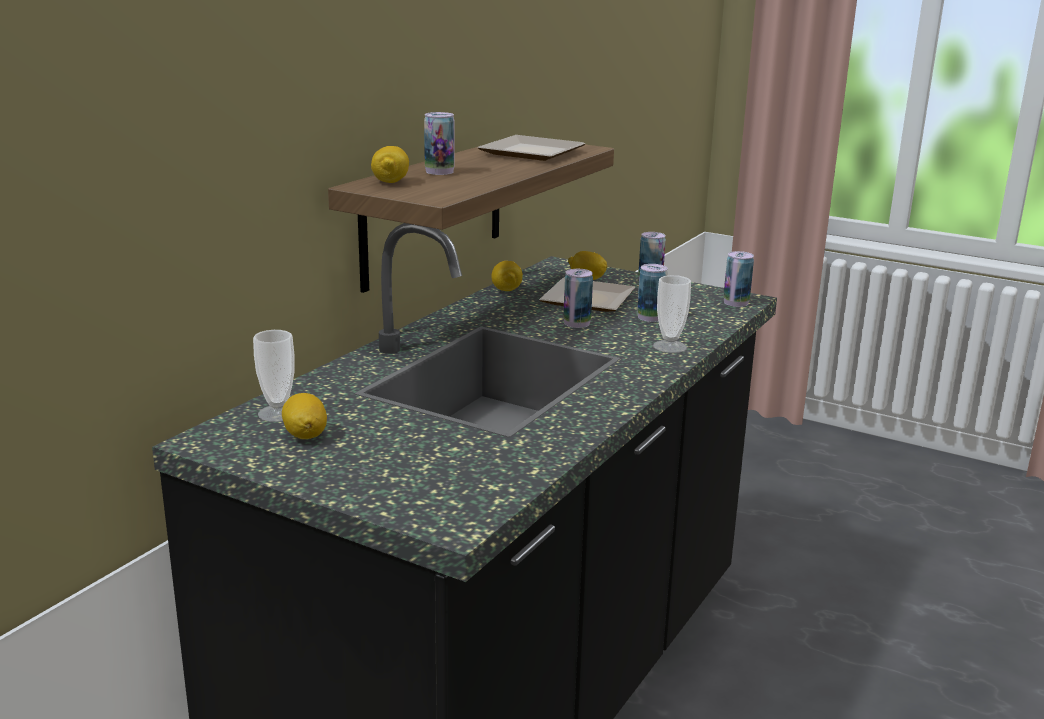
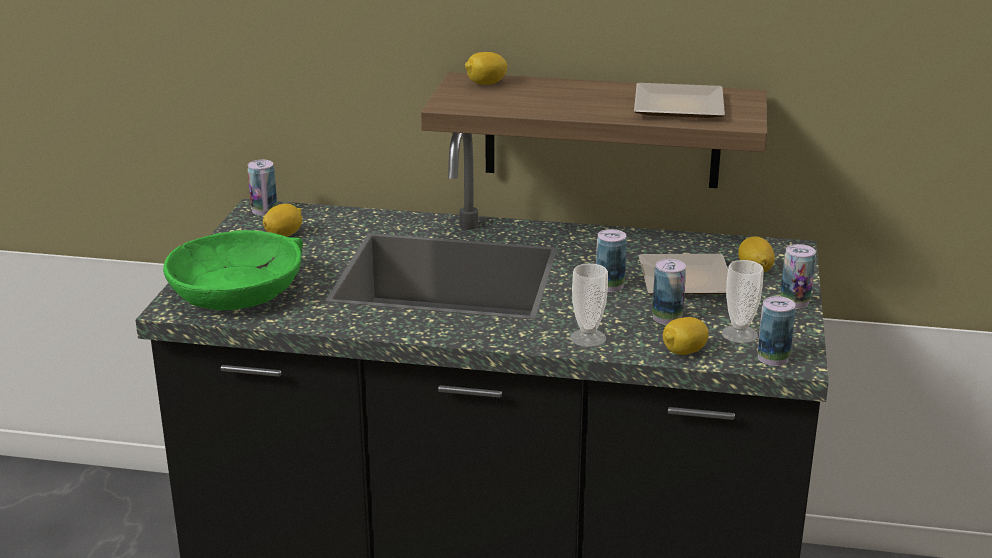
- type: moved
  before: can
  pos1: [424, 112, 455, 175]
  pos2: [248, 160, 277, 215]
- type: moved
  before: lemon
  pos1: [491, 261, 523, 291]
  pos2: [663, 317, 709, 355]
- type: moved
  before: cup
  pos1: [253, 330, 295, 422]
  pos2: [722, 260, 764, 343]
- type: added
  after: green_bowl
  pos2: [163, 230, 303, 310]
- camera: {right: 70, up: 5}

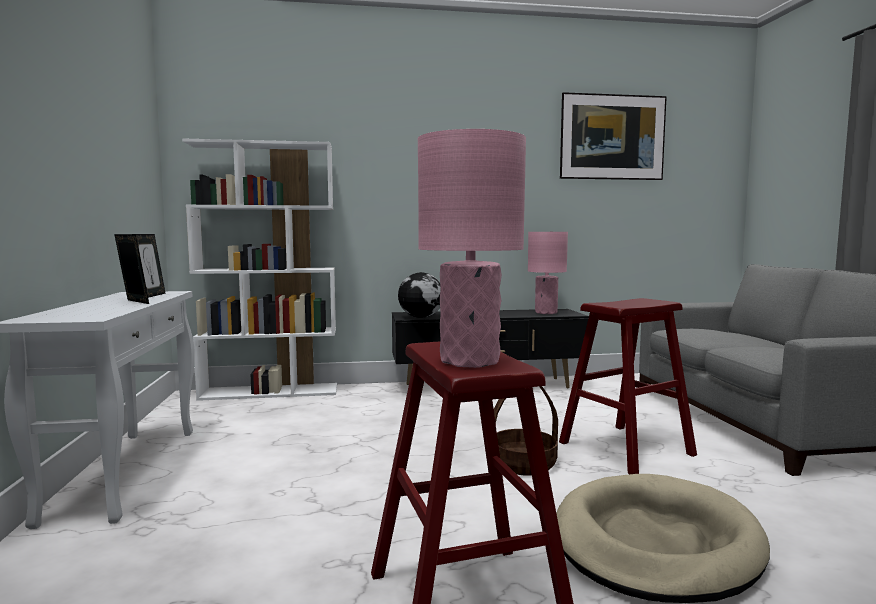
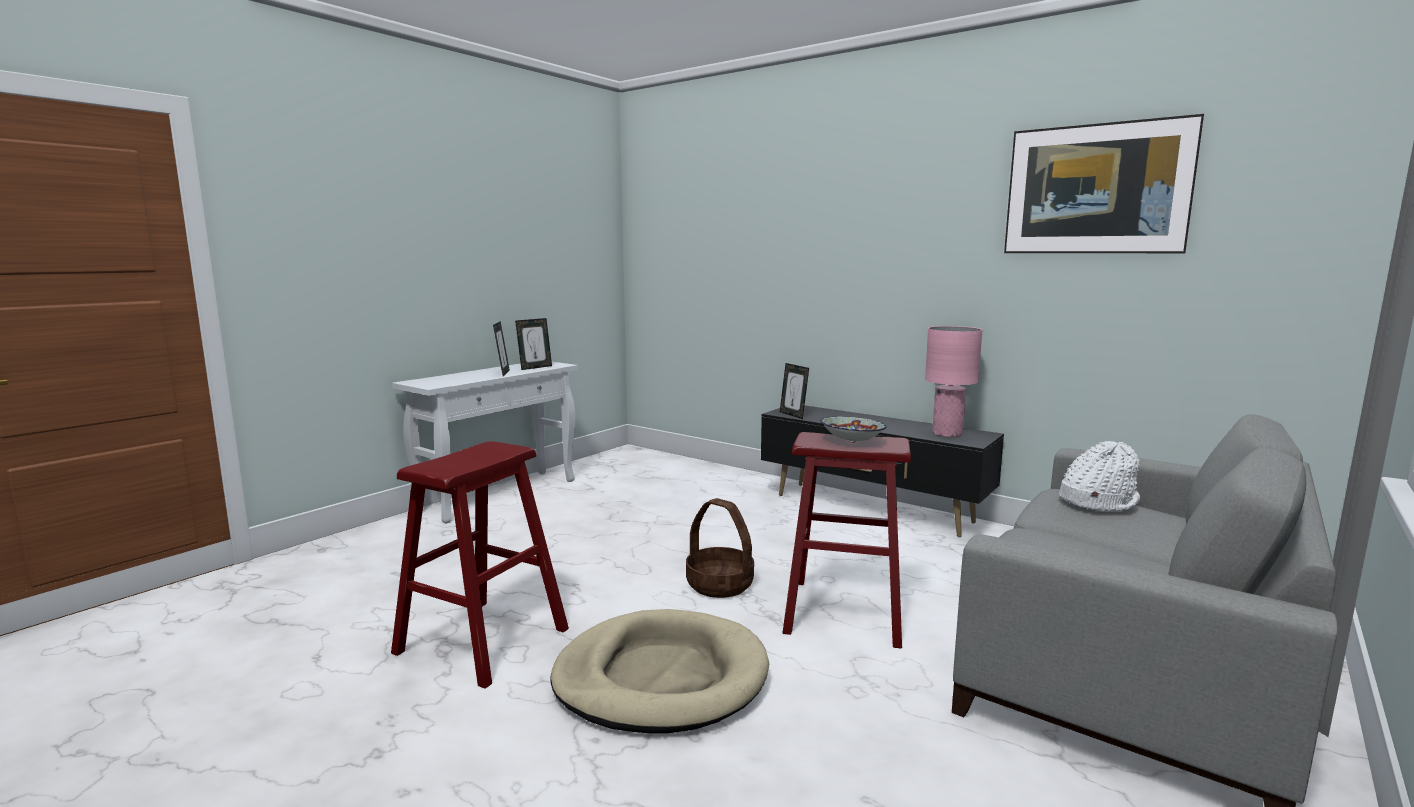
- type: removed
  before: pink_table_lamp
  pos1: [418, 129, 526, 368]
- type: removed
  before: white_bookcase
  pos1: [182, 138, 337, 401]
- type: replaced
  before: globe
  after: picture_frame
  pos1: [398, 272, 441, 318]
  pos2: [780, 363, 809, 419]
- type: added
  after: bowl
  pos2: [820, 416, 887, 443]
- type: added
  after: white_hat
  pos2: [1059, 441, 1140, 512]
- camera: {right: 45, up: 5}

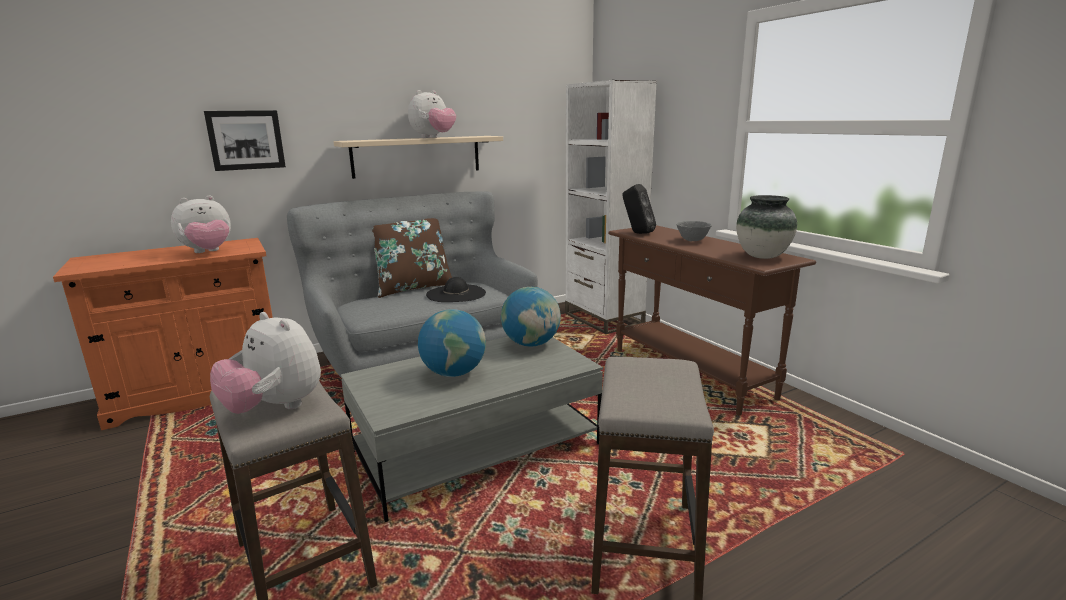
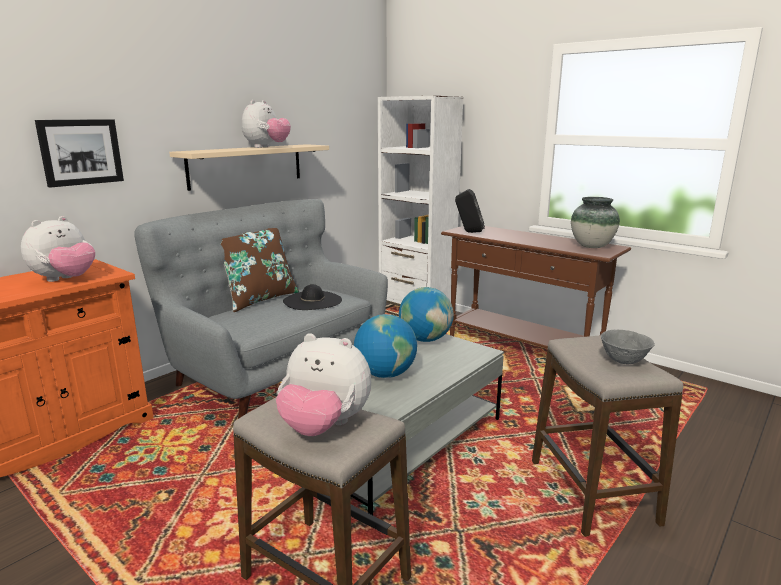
- type: moved
  before: grey_bowl
  pos1: [676, 221, 712, 241]
  pos2: [601, 330, 655, 364]
- camera: {right: -20, up: 0}

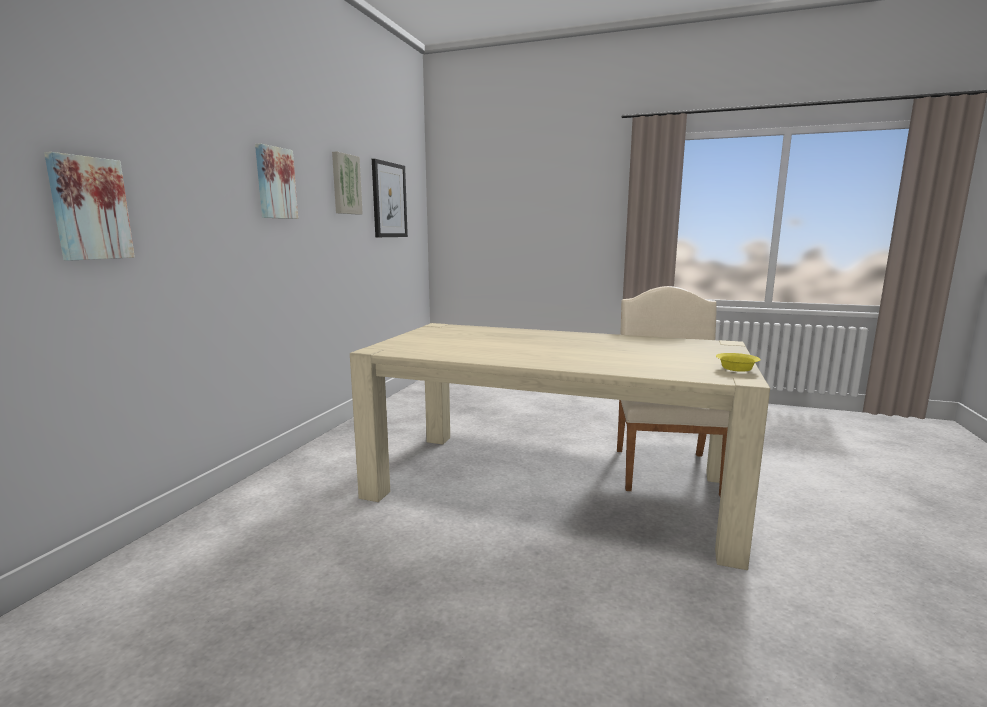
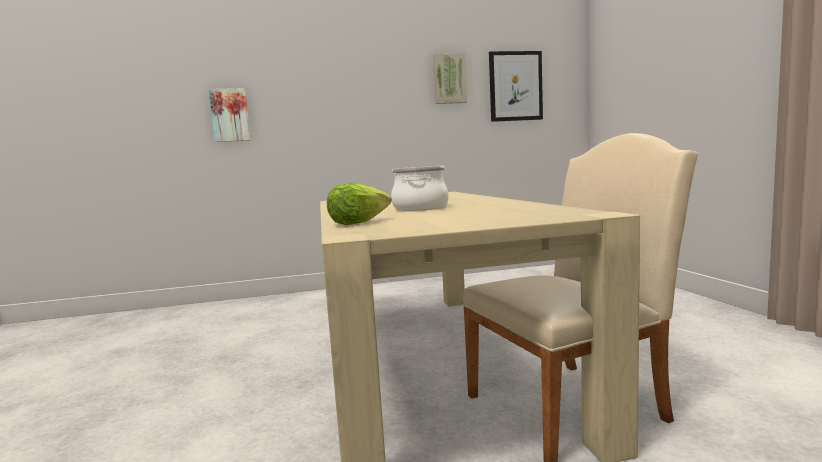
- type: removed
  before: picture
  pos1: [255, 143, 298, 219]
- type: removed
  before: yellow_bowl
  pos1: [716, 353, 761, 372]
- type: added
  after: cooking_pot
  pos2: [391, 166, 449, 211]
- type: added
  after: lettuce
  pos2: [327, 183, 392, 225]
- camera: {right: 60, up: -5}

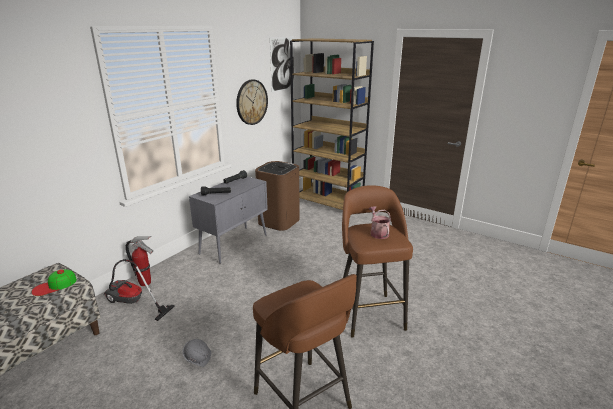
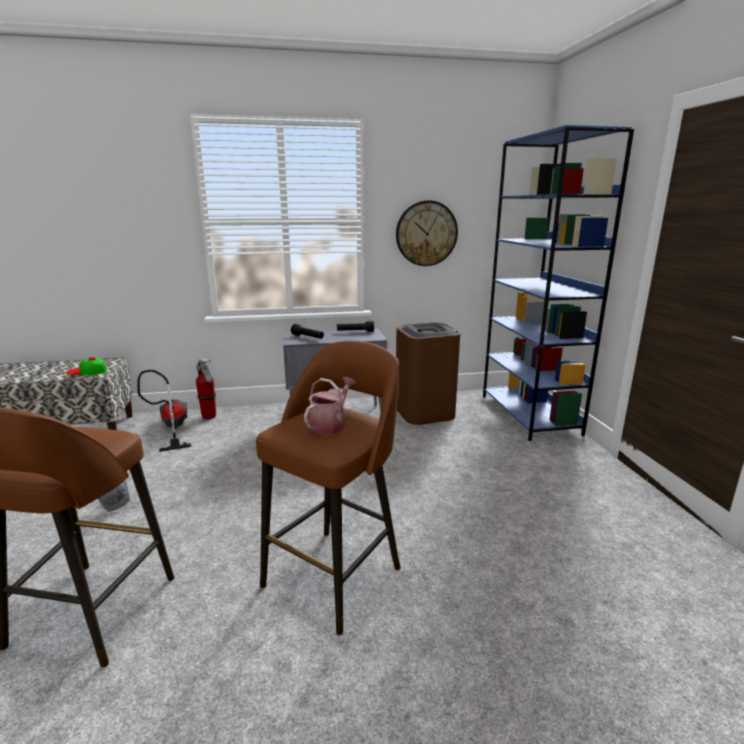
- type: removed
  before: picture
  pos1: [270, 36, 294, 92]
- type: recoloured
  before: brown_bookcase
  after: blue_bookcase
  pos1: [290, 38, 374, 210]
  pos2: [483, 125, 634, 441]
- camera: {right: 45, up: -5}

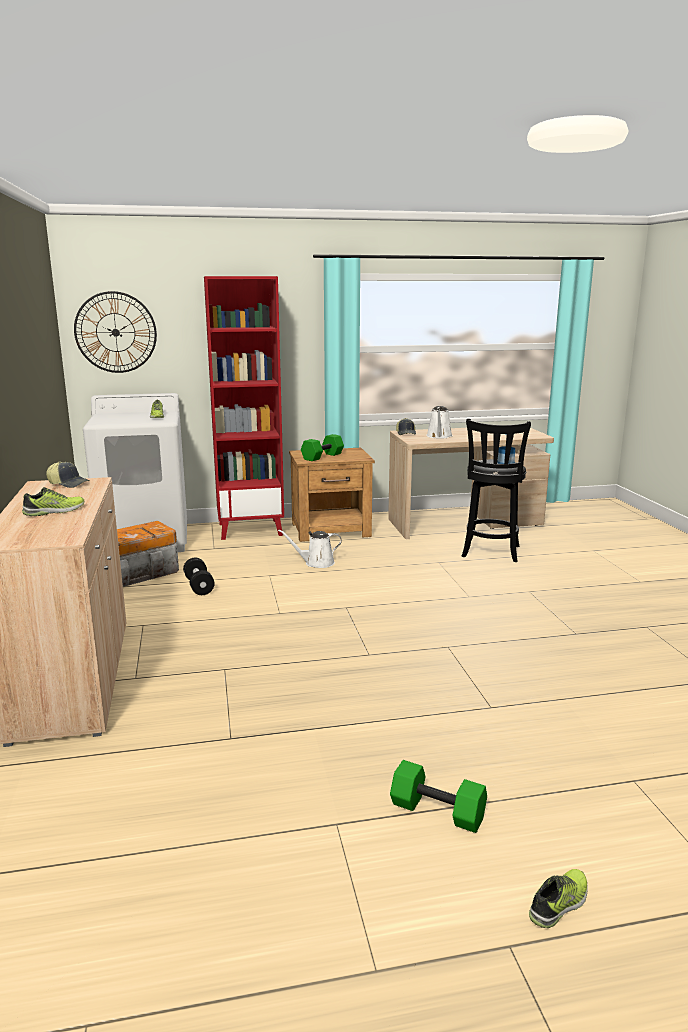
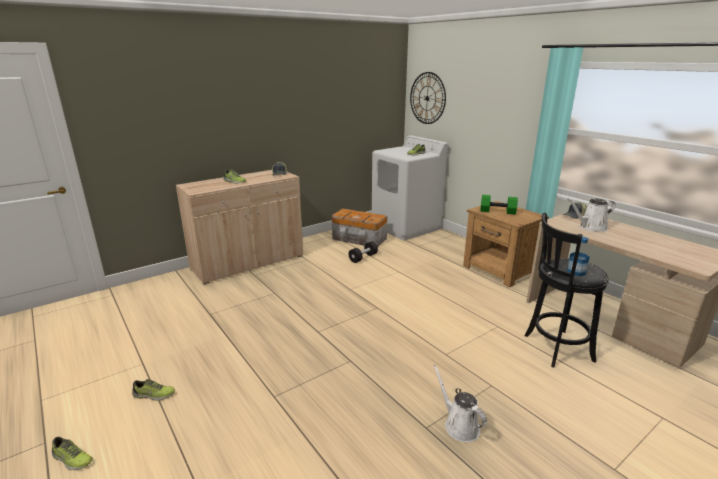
- type: removed
  before: red_bookcase
  pos1: [204, 276, 284, 540]
- type: moved
  before: white_watering_can
  pos1: [278, 529, 342, 568]
  pos2: [433, 364, 487, 442]
- type: replaced
  before: green_dumbbell
  after: shoe
  pos1: [390, 760, 487, 833]
  pos2: [132, 379, 175, 401]
- camera: {right: 65, up: 5}

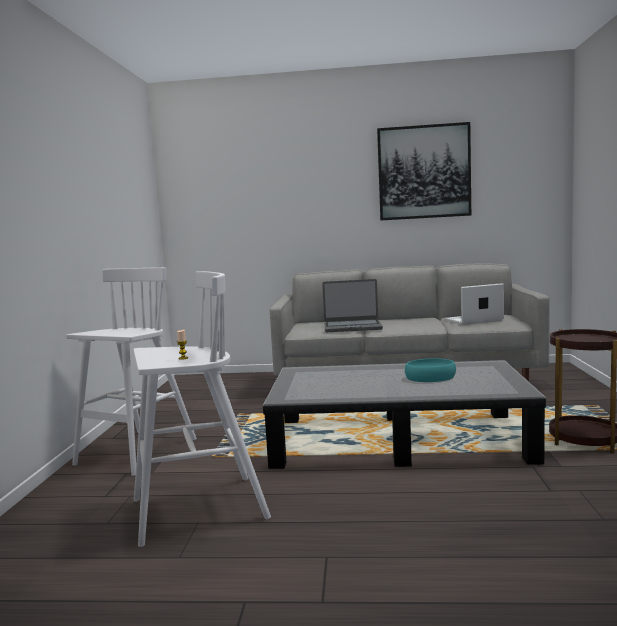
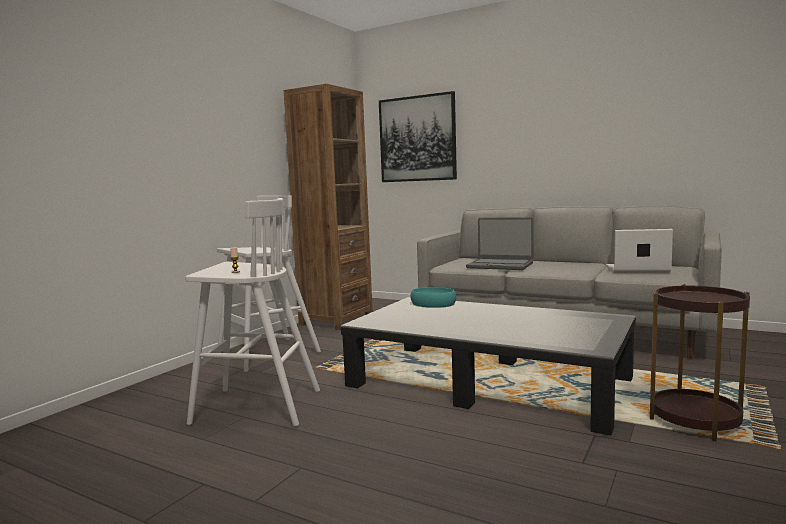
- type: moved
  before: picture
  pos1: [377, 122, 471, 221]
  pos2: [379, 91, 457, 182]
- type: moved
  before: turquoise_bowl
  pos1: [405, 358, 456, 382]
  pos2: [410, 287, 456, 308]
- type: added
  after: brown_bookcase
  pos2: [284, 84, 373, 330]
- camera: {right: 25, up: 0}

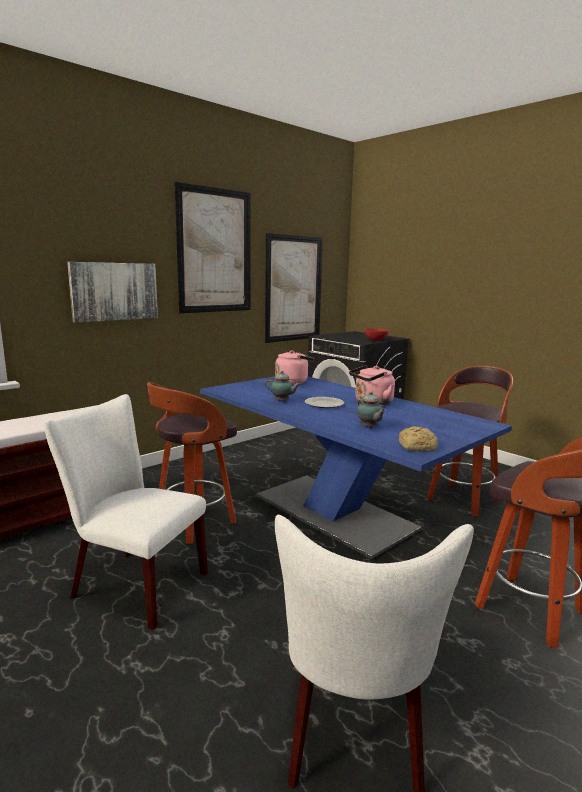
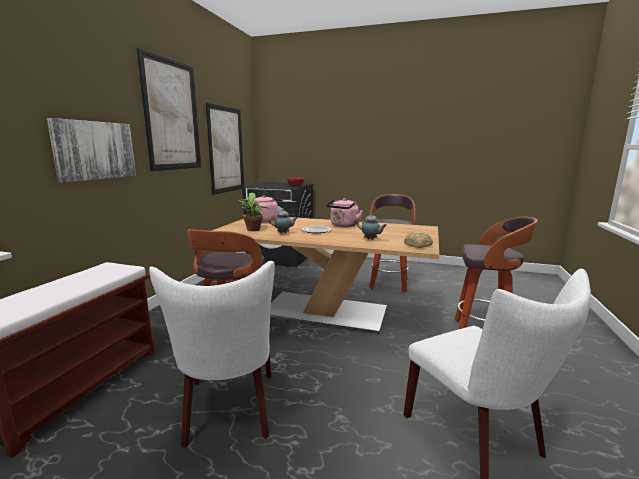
- type: recoloured
  before: blue_dining_table
  after: beige_dining_table
  pos1: [200, 376, 512, 559]
  pos2: [211, 217, 439, 334]
- type: turned
  before: white_chair
  pos1: [44, 394, 208, 630]
  pos2: [149, 261, 275, 448]
  turn: -90
- type: added
  after: potted_plant
  pos2: [236, 193, 269, 231]
- camera: {right: -30, up: 0}

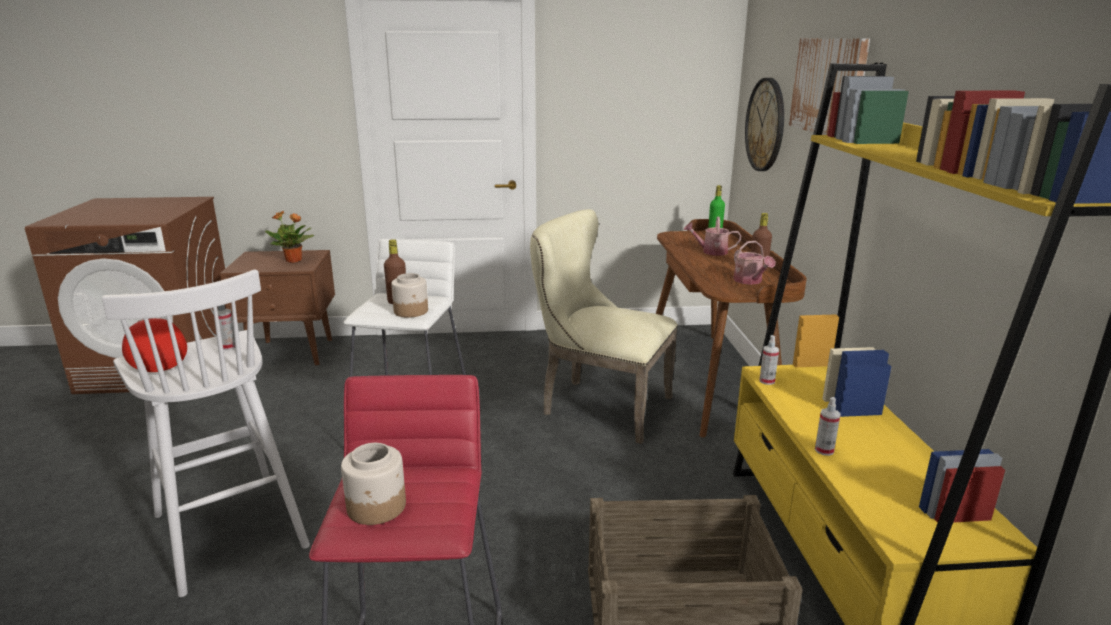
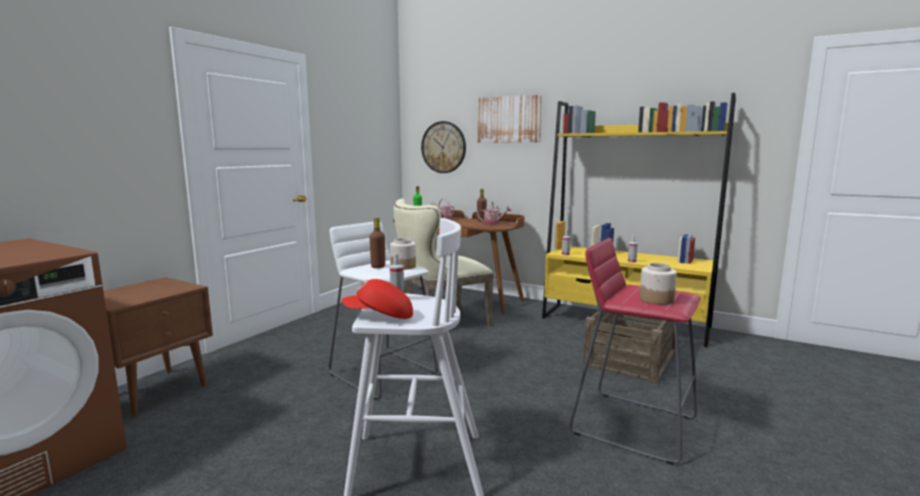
- type: removed
  before: potted_plant
  pos1: [265, 211, 314, 263]
- camera: {right: -55, up: -10}

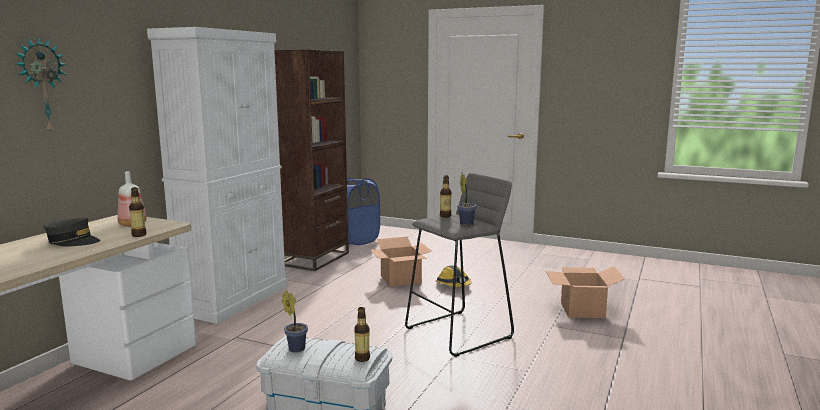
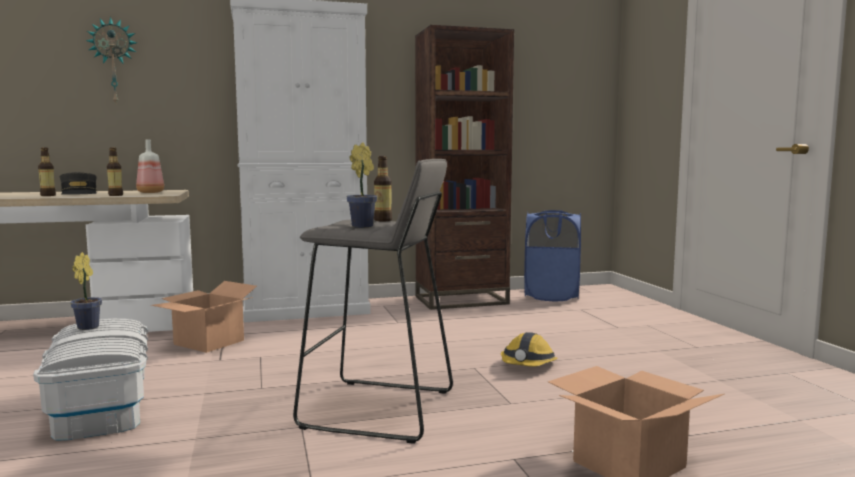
- type: moved
  before: cardboard_box
  pos1: [370, 237, 431, 287]
  pos2: [151, 281, 257, 353]
- type: moved
  before: bottle
  pos1: [354, 307, 370, 362]
  pos2: [38, 148, 56, 196]
- camera: {right: 50, up: -5}

